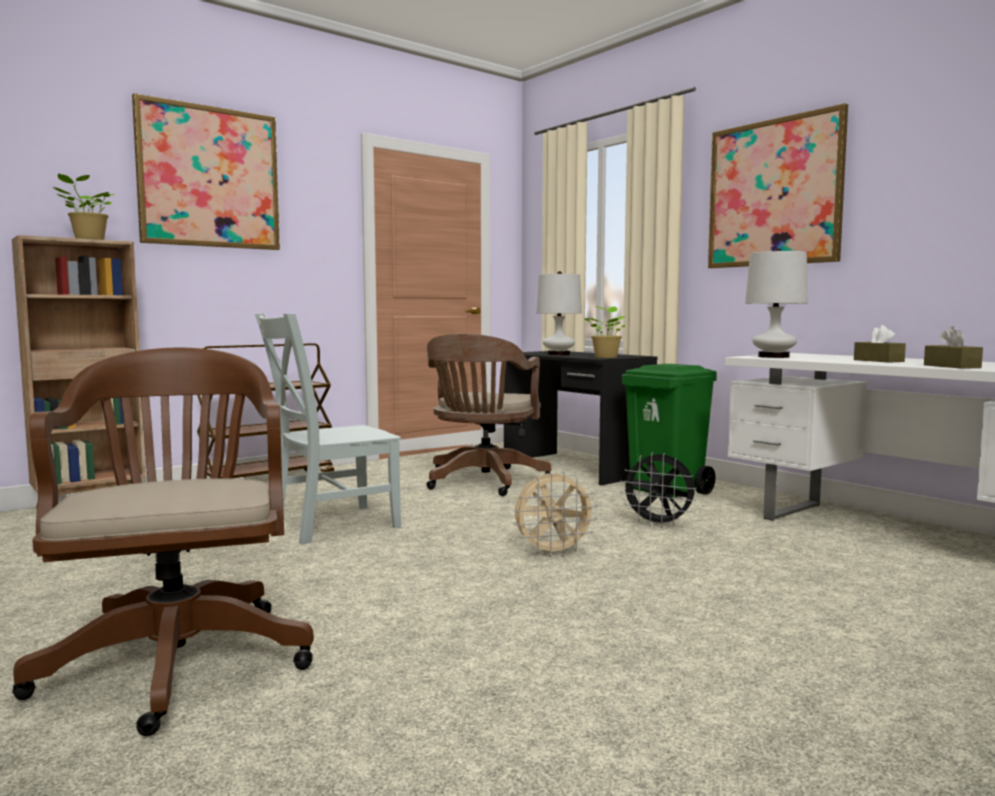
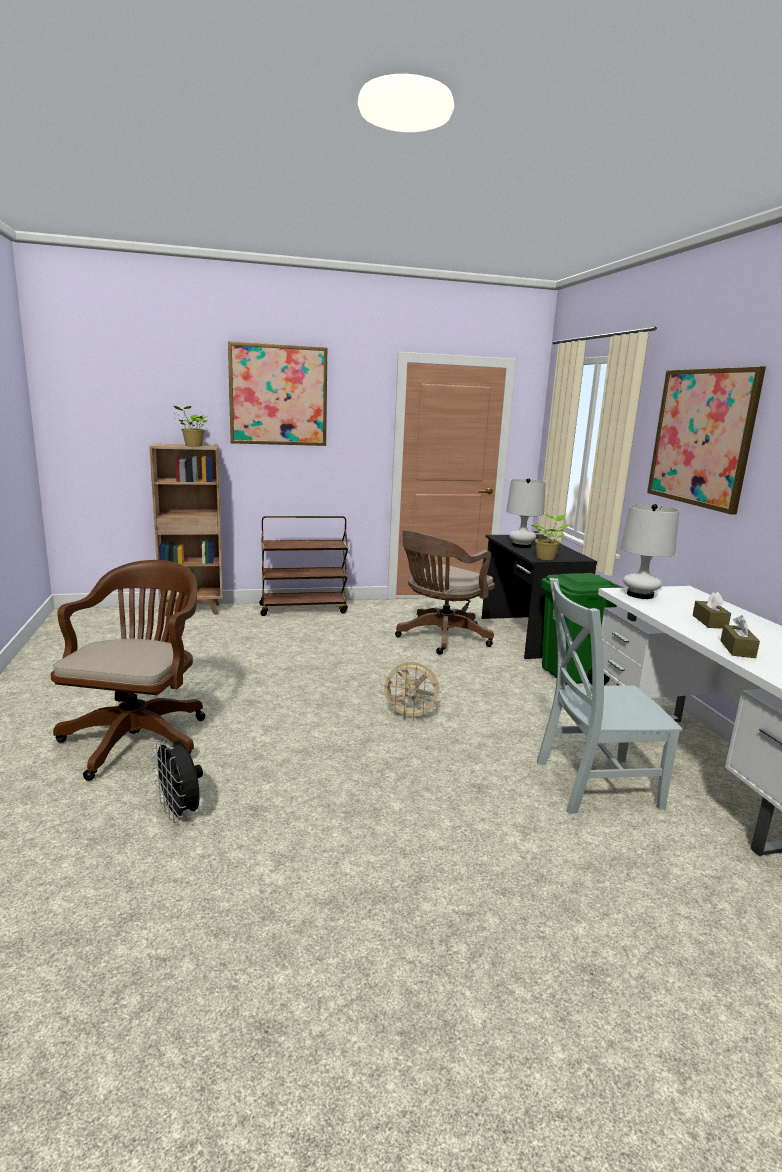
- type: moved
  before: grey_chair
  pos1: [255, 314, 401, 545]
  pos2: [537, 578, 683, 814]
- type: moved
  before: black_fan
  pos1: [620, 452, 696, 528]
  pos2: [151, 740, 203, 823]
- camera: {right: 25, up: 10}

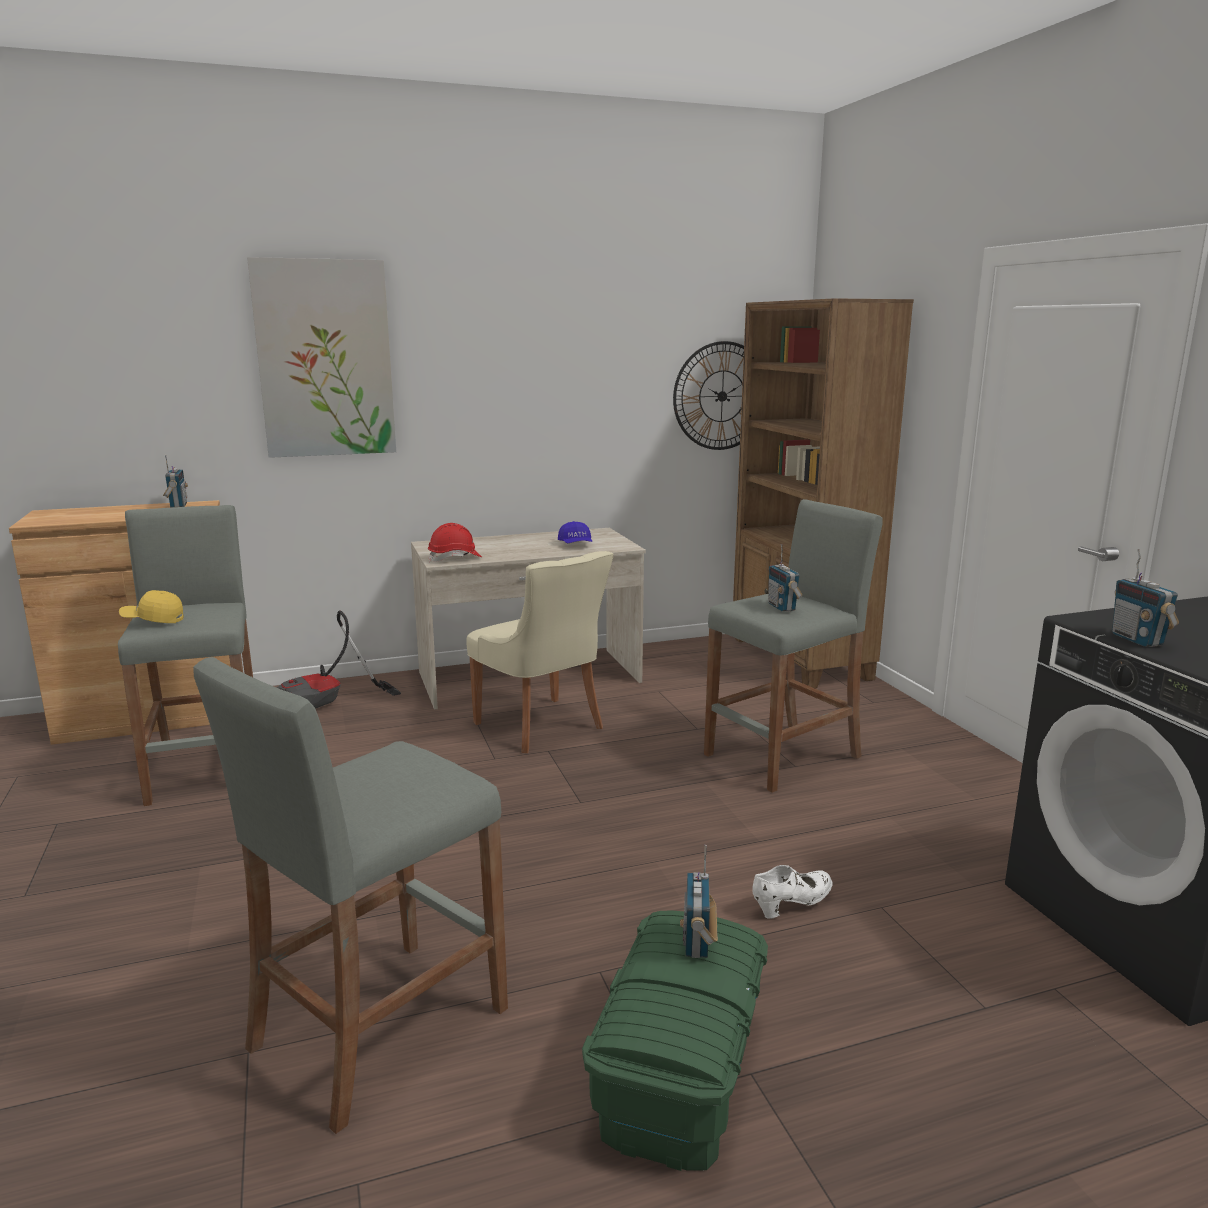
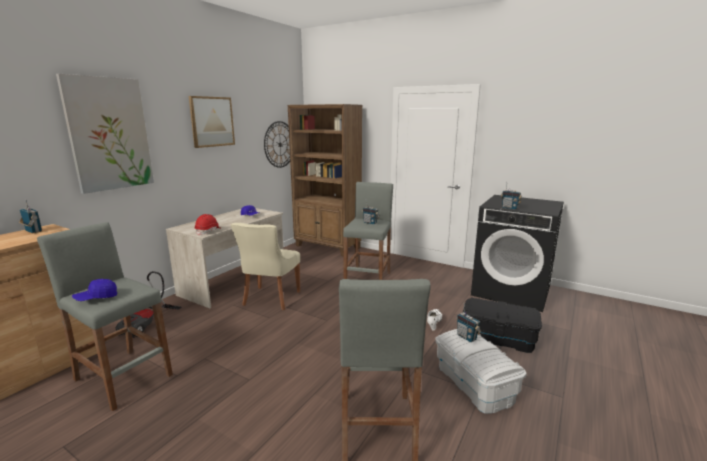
- type: turned
  before: beige_chair
  pos1: [466, 551, 614, 753]
  pos2: [231, 223, 300, 310]
  turn: 90
- type: recoloured
  before: yellow_cap
  after: blue_cap
  pos1: [119, 590, 184, 623]
  pos2: [72, 279, 117, 301]
- type: recoloured
  before: green_storage_box
  after: white_storage_box
  pos1: [582, 910, 768, 1171]
  pos2: [436, 329, 527, 414]
- type: added
  after: picture
  pos2: [188, 96, 235, 148]
- type: added
  after: black_storage_box
  pos2: [463, 297, 542, 353]
- camera: {right: -40, up: 0}

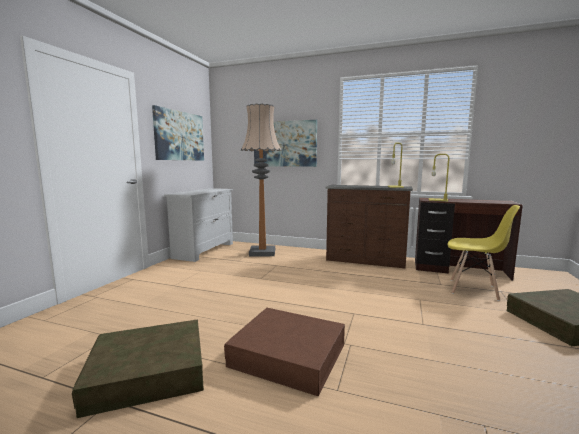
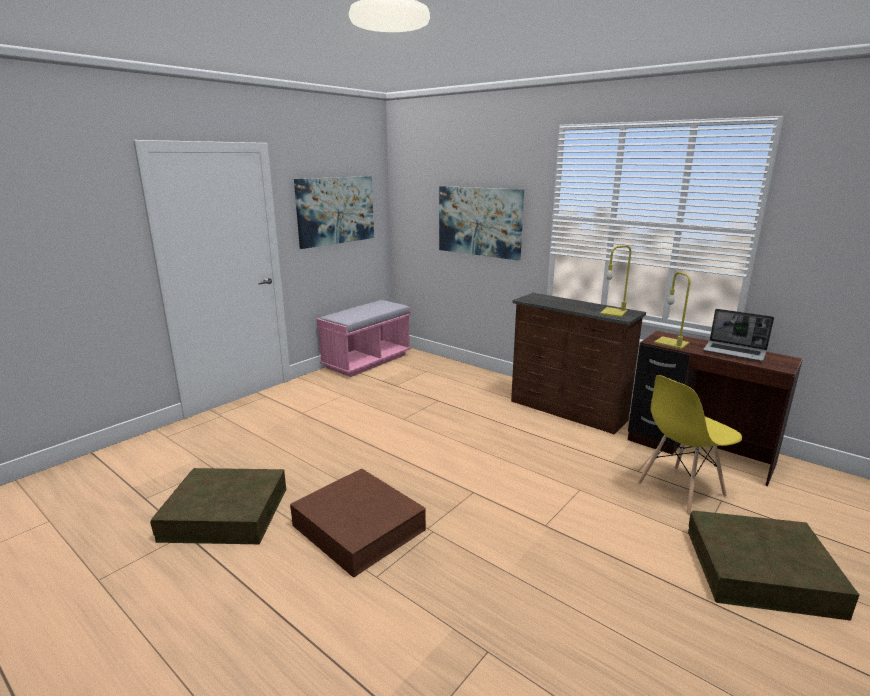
- type: removed
  before: floor_lamp
  pos1: [241, 104, 281, 256]
- type: replaced
  before: white_dresser
  after: pink_bench
  pos1: [164, 188, 233, 262]
  pos2: [316, 300, 411, 377]
- type: turned
  before: yellow_chair
  pos1: [447, 205, 520, 301]
  pos2: [638, 375, 742, 515]
  turn: 105
- type: added
  after: laptop
  pos2: [703, 309, 774, 361]
- camera: {right: 20, up: 10}

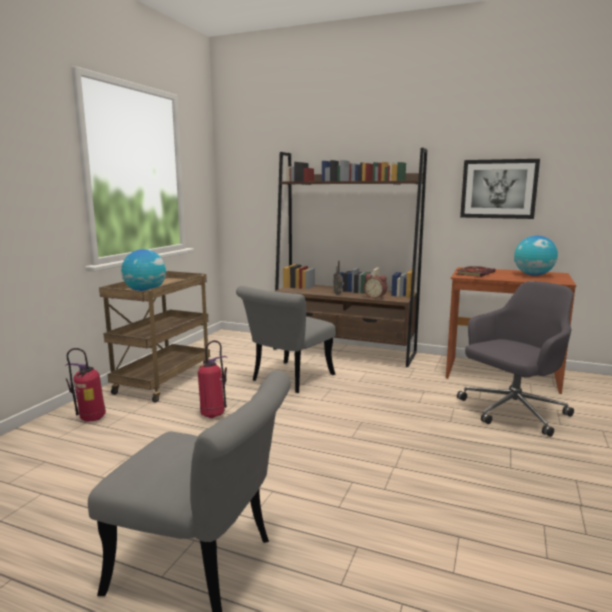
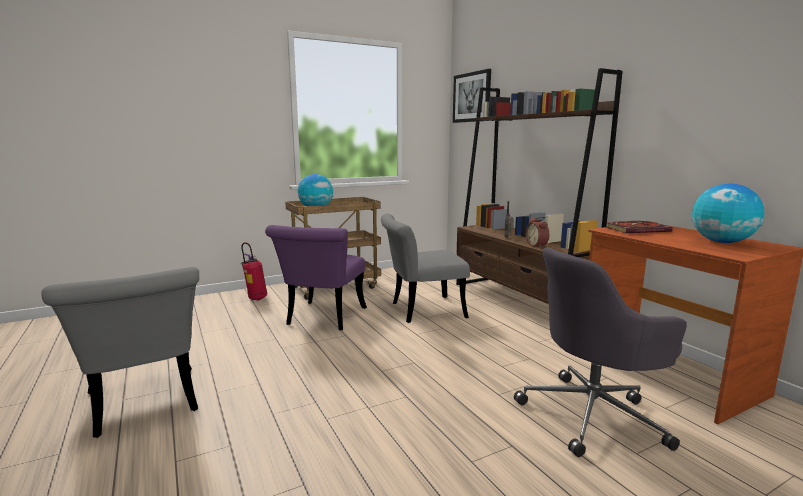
- type: moved
  before: picture
  pos1: [460, 159, 540, 219]
  pos2: [453, 69, 491, 123]
- type: turned
  before: grey_office_chair
  pos1: [457, 281, 574, 437]
  pos2: [514, 247, 687, 457]
  turn: 150
- type: replaced
  before: fire_extinguisher
  after: purple_chair
  pos1: [198, 340, 228, 418]
  pos2: [265, 225, 367, 330]
- camera: {right: 40, up: 0}

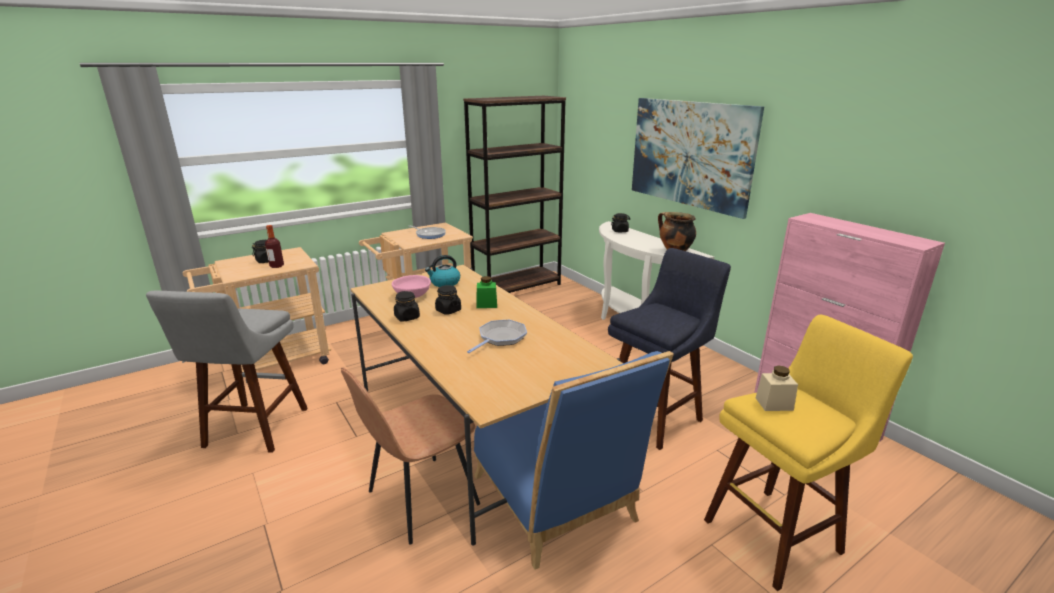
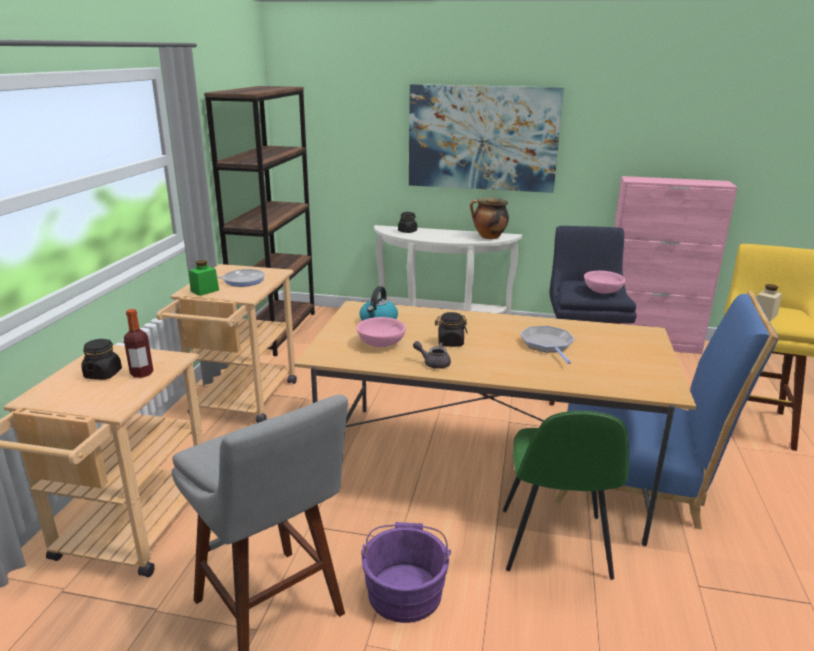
- type: moved
  before: green_jar
  pos1: [477, 276, 497, 308]
  pos2: [189, 260, 219, 296]
- type: replaced
  before: black_jar
  after: grey_teapot
  pos1: [394, 291, 420, 322]
  pos2: [413, 341, 451, 369]
- type: recoloured
  before: brown_chair
  after: green_chair
  pos1: [341, 367, 480, 544]
  pos2: [503, 411, 629, 580]
- type: added
  after: pink_bowl
  pos2: [584, 271, 626, 294]
- type: added
  after: purple_bucket
  pos2: [361, 522, 451, 623]
- camera: {right: -45, up: 0}

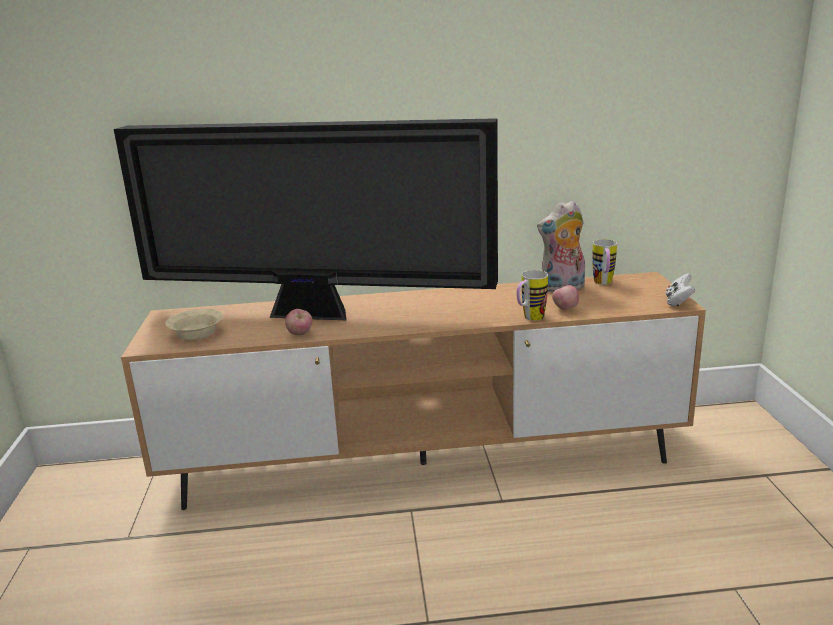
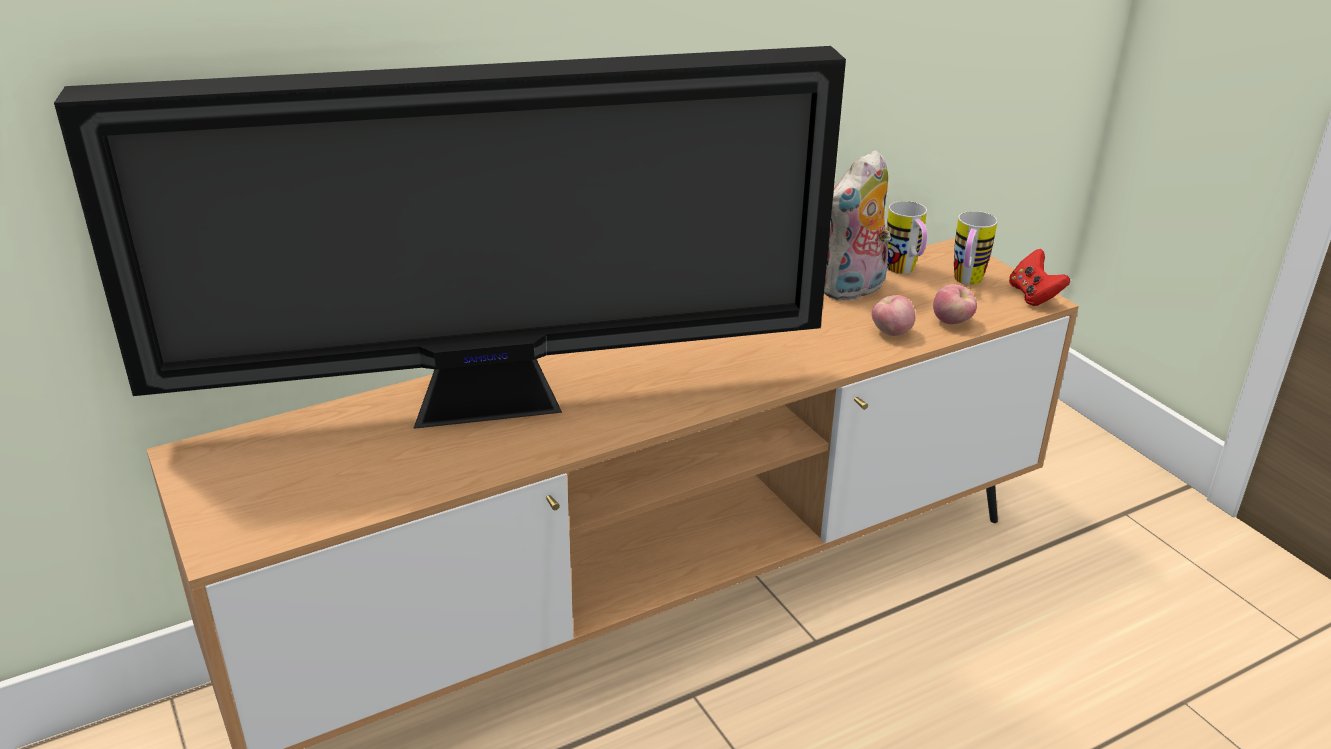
- type: moved
  before: mug
  pos1: [517, 270, 548, 321]
  pos2: [954, 211, 997, 285]
- type: recoloured
  before: white_game_controller
  after: red_game_controller
  pos1: [666, 273, 695, 306]
  pos2: [1009, 249, 1070, 306]
- type: removed
  before: beige_bowl
  pos1: [165, 309, 223, 340]
- type: moved
  before: apple
  pos1: [285, 309, 312, 335]
  pos2: [933, 284, 977, 324]
- camera: {right: -25, up: 10}

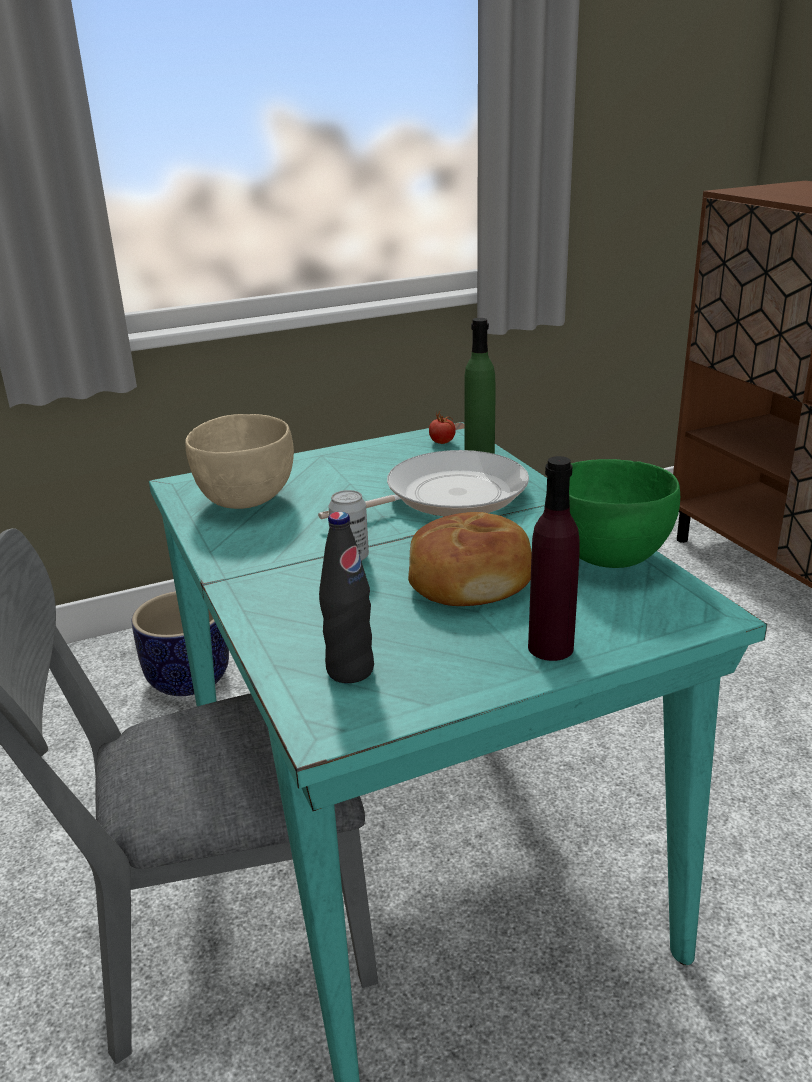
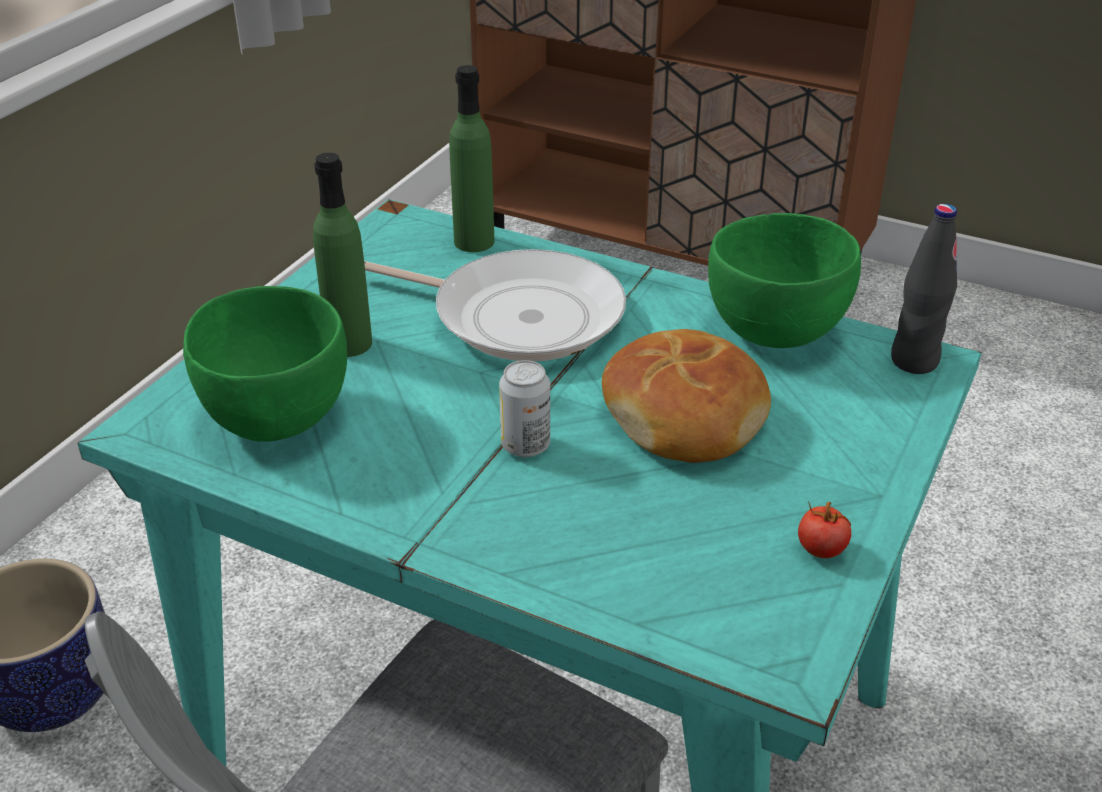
- type: moved
  before: tomato
  pos1: [429, 412, 456, 444]
  pos2: [798, 501, 851, 558]
- type: recoloured
  before: beige_bowl
  after: green_bowl
  pos1: [185, 414, 294, 509]
  pos2: [183, 286, 347, 442]
- type: turned
  before: frying_pan
  pos1: [318, 450, 529, 519]
  pos2: [364, 249, 626, 361]
  turn: 90
- type: removed
  before: purple_bottle
  pos1: [528, 456, 580, 661]
- type: moved
  before: black_bottle
  pos1: [319, 512, 374, 683]
  pos2: [891, 204, 957, 374]
- type: added
  after: green_bottle
  pos2: [313, 153, 372, 357]
- camera: {right: -40, up: 10}

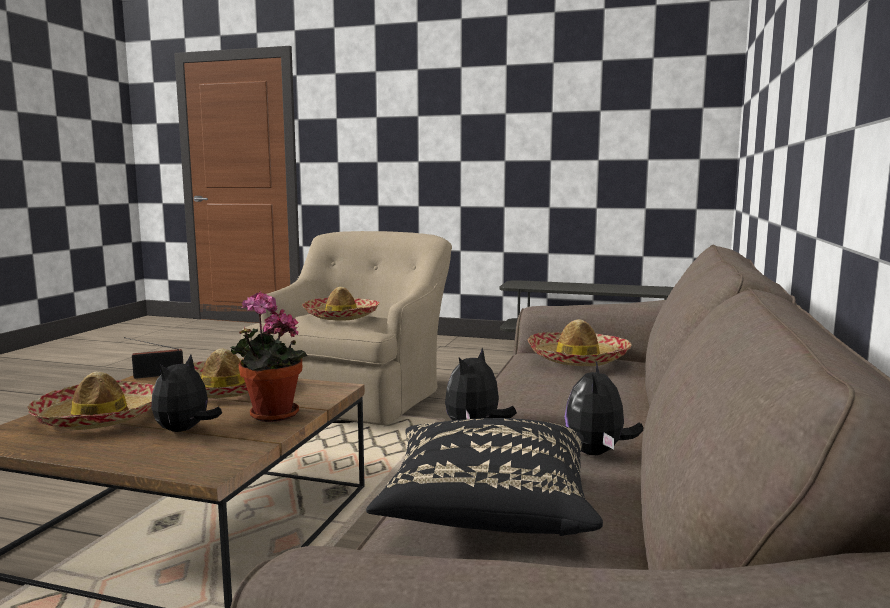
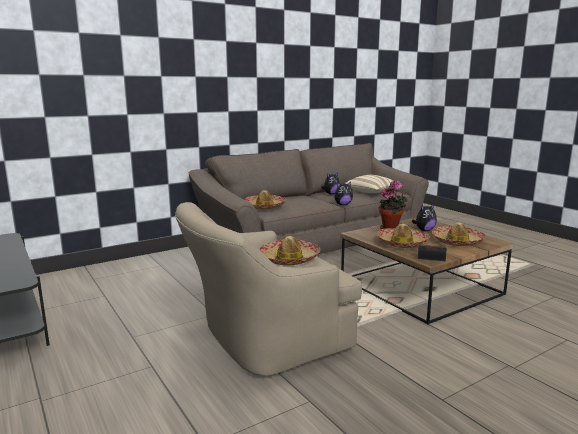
- type: recoloured
  before: black_pillow
  after: beige_pillow
  pos1: [366, 418, 603, 536]
  pos2: [345, 175, 394, 193]
- camera: {right: -140, up: 5}

